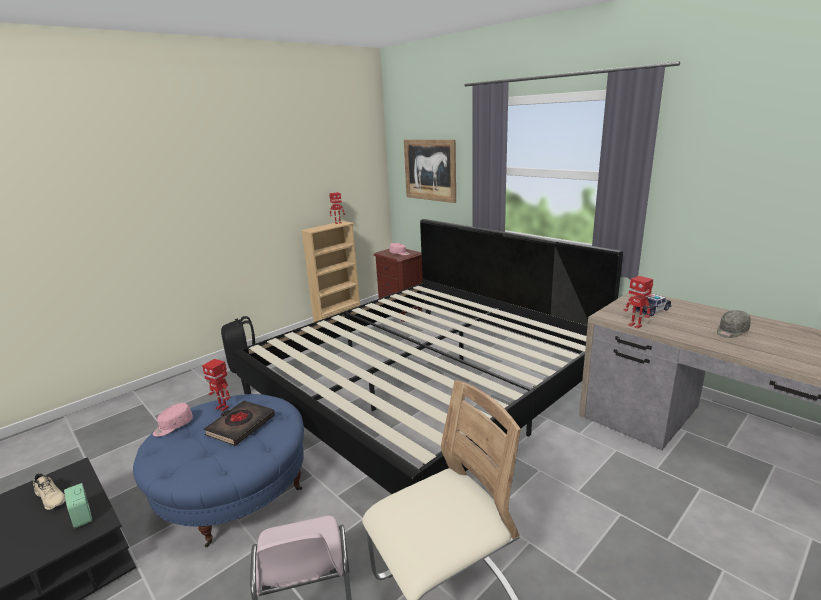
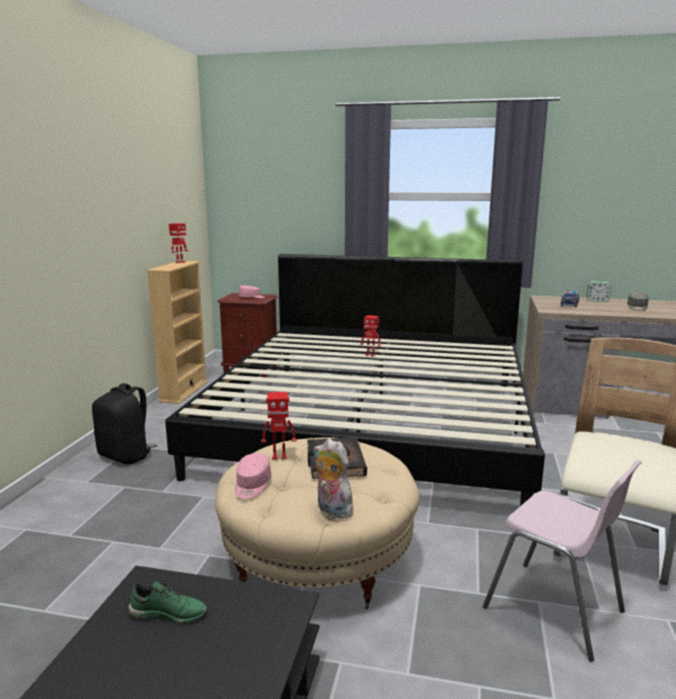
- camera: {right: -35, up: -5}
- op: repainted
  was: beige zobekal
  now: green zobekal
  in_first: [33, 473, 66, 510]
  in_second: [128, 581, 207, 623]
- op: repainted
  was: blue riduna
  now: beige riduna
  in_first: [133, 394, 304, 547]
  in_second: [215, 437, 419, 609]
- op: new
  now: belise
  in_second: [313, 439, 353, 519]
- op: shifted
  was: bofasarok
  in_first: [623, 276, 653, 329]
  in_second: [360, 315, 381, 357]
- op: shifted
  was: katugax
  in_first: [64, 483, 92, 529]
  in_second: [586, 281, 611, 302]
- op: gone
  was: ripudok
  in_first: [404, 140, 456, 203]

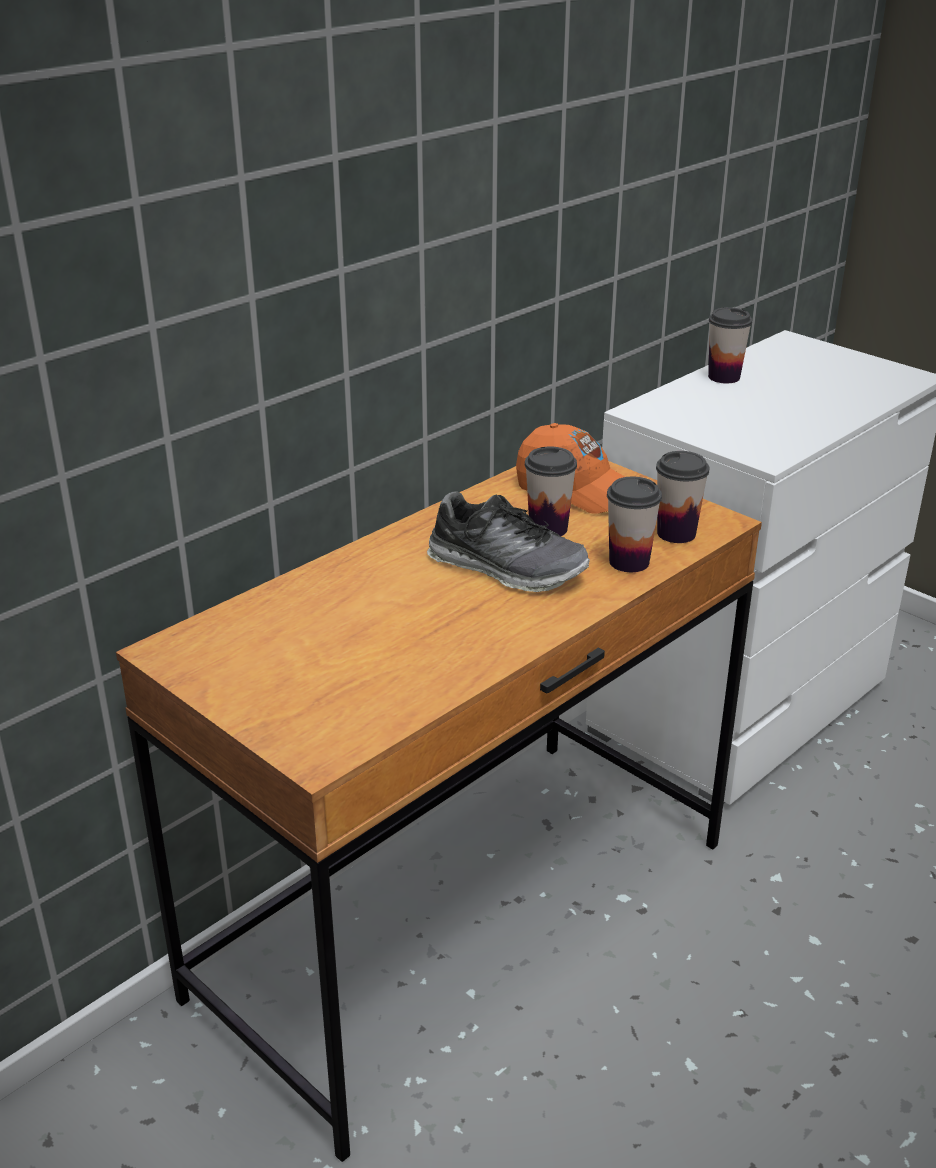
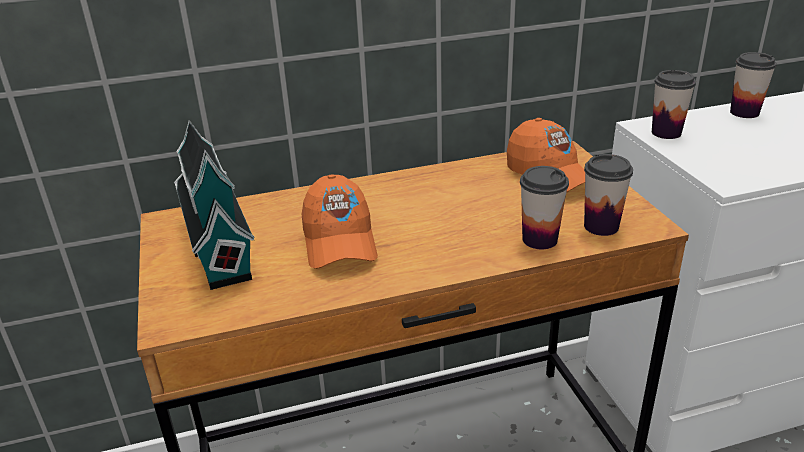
- camera: {right: 30, up: 0}
- op: new
  now: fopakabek
  in_second: [174, 120, 254, 290]
- op: new
  now: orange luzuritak
  in_second: [302, 174, 378, 269]
- op: shifted
  was: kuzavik
  in_first: [525, 446, 577, 536]
  in_second: [652, 70, 696, 139]
- op: gone
  was: zobekal
  in_first: [427, 492, 590, 592]

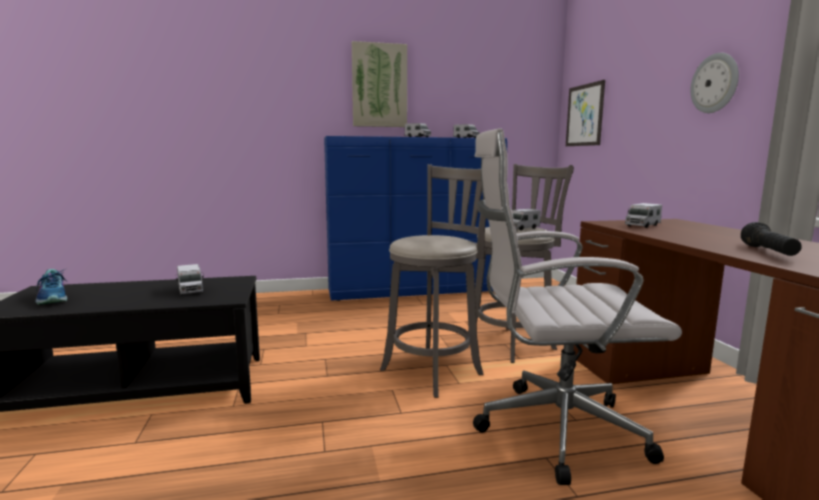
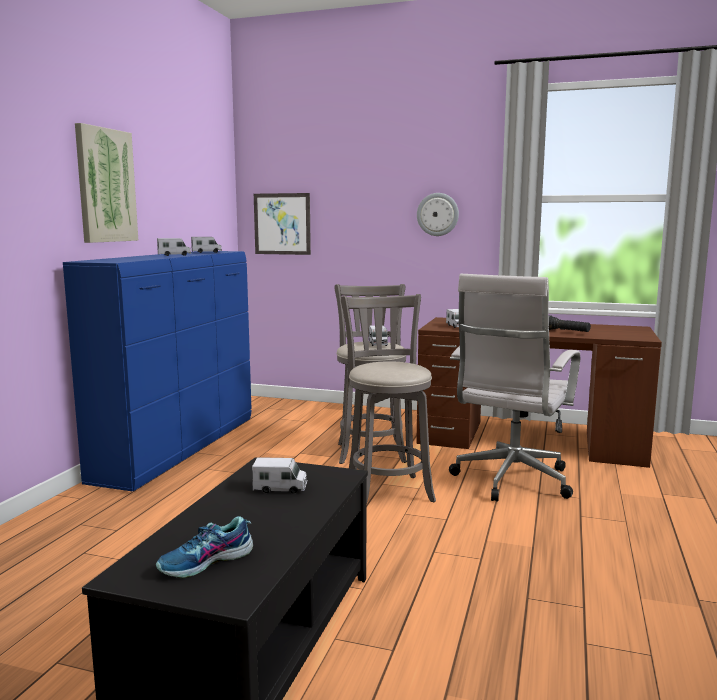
- camera: {right: -60, up: 0}
- op: rotated
  was: zobekal
  in_first: [35, 269, 68, 305]
  in_second: [156, 516, 253, 578]
  clockwise: 150

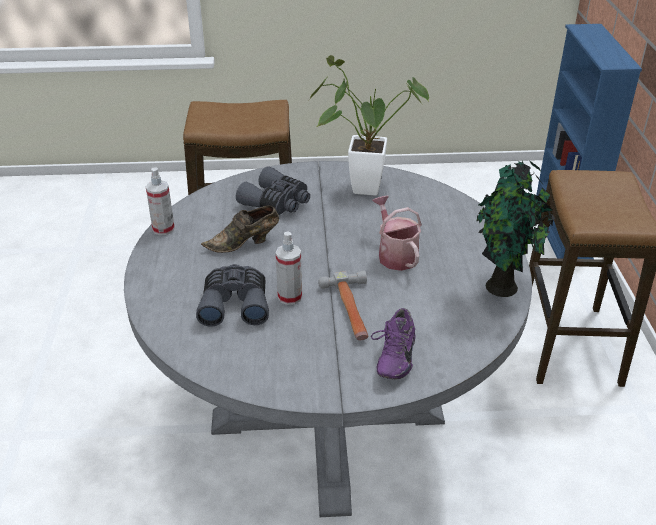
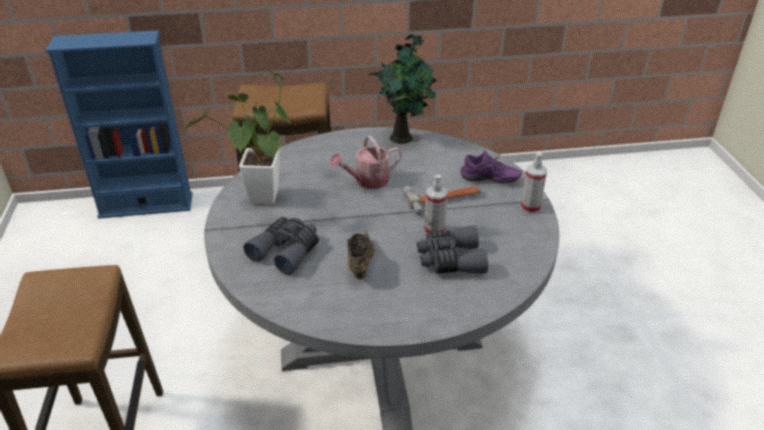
- camera: {right: -95, up: 0}
- op: rotated
  was: brown zobekal
  in_first: [201, 205, 279, 253]
  in_second: [347, 231, 375, 279]
  clockwise: -150
- op: shifted
  was: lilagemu
  in_first: [146, 168, 175, 235]
  in_second: [521, 153, 547, 214]

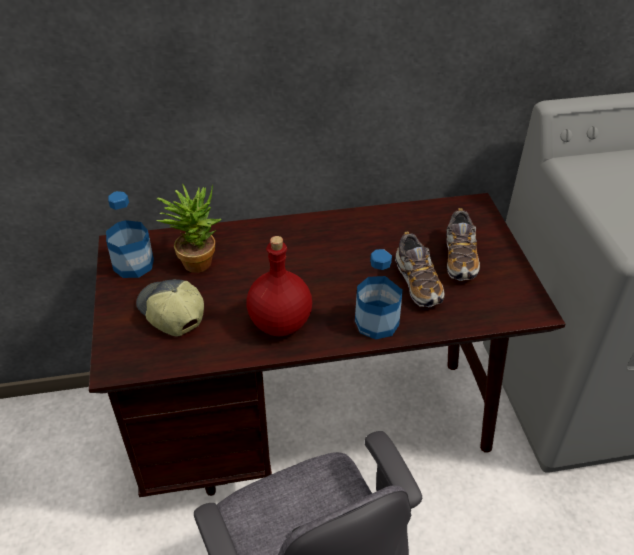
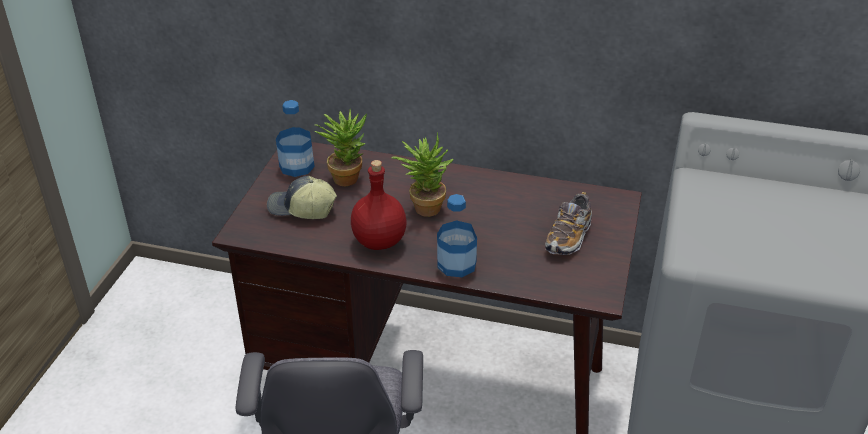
- camera: {right: 25, up: -5}
- op: rotated
  was: luzuritak
  in_first: [136, 279, 204, 337]
  in_second: [267, 176, 337, 219]
  clockwise: -60
- op: new
  now: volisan
  in_second: [391, 132, 454, 217]
- op: gone
  was: zobekal
  in_first: [395, 231, 445, 307]

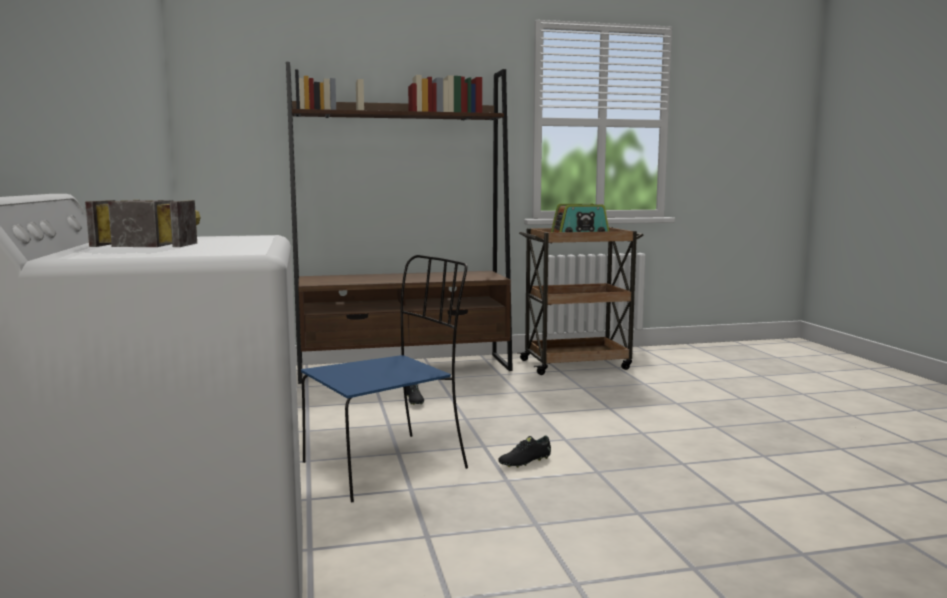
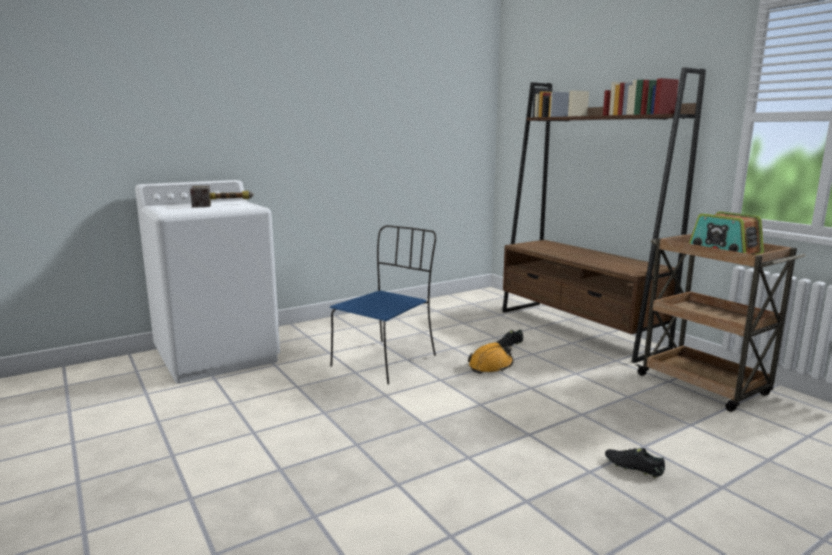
- camera: {right: 70, up: 5}
- op: rotated
  was: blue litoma
  in_first: [301, 255, 468, 502]
  in_second: [330, 225, 436, 384]
  clockwise: -90
- op: new
  now: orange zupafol
  in_second: [468, 342, 514, 374]
- op: shifted
  was: black zobekal
  in_first: [498, 436, 551, 468]
  in_second: [605, 448, 665, 478]

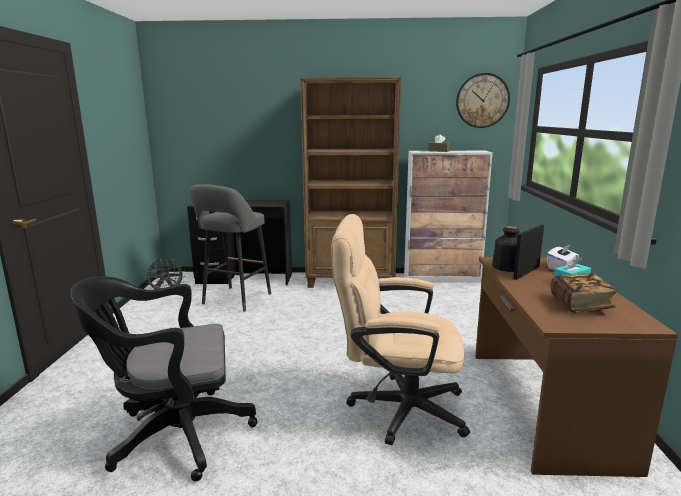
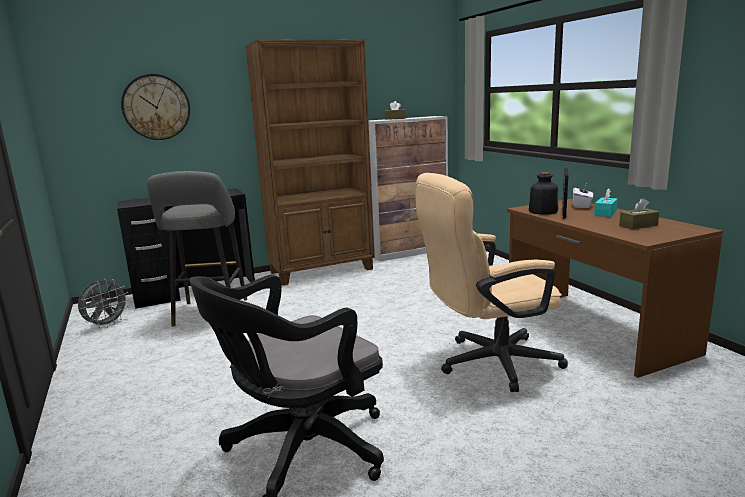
- camera: {right: -25, up: 0}
- op: shifted
  was: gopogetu
  in_first: [456, 73, 510, 128]
  in_second: [121, 74, 190, 140]
- op: swapped
  was: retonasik
  now: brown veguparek
  in_first: [551, 273, 617, 313]
  in_second: [619, 198, 659, 229]

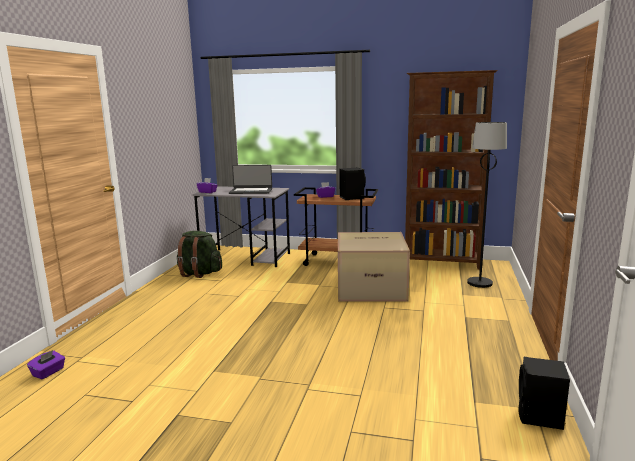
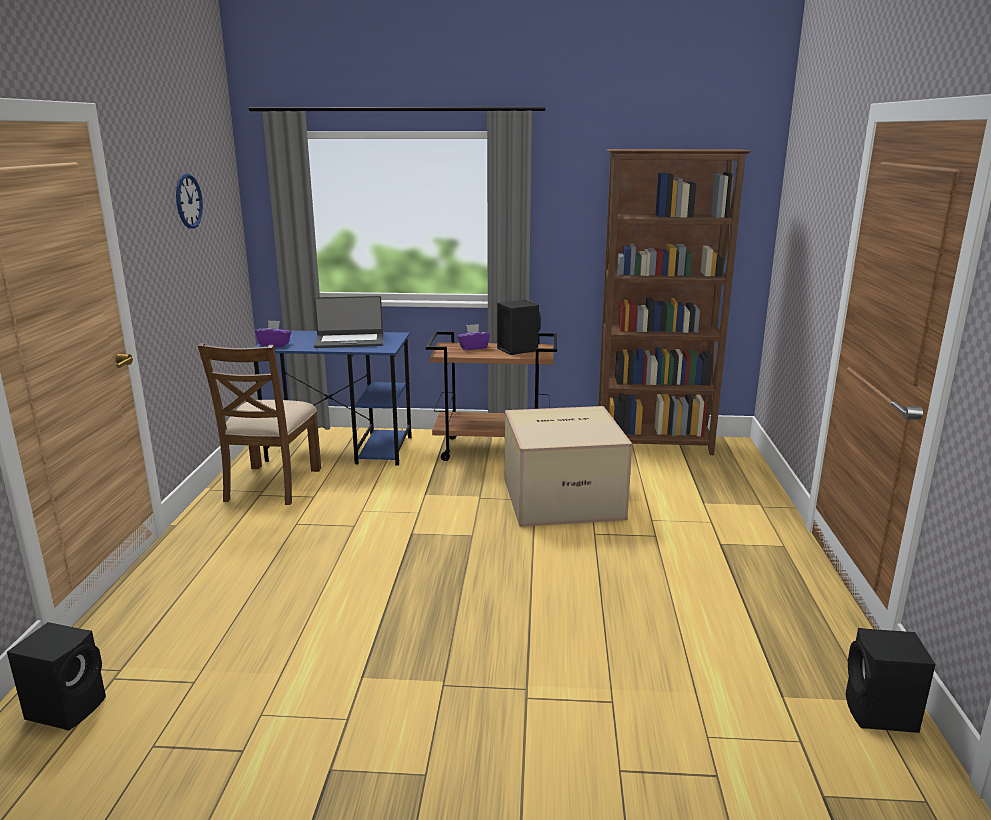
- camera: {right: -10, up: 5}
- op: swapped
  was: purple veguparek
  now: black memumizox
  in_first: [27, 350, 65, 379]
  in_second: [7, 622, 106, 731]
- op: new
  now: gopogetu
  in_second: [176, 173, 203, 229]
- op: swapped
  was: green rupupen
  now: brown litoma
  in_first: [177, 231, 222, 278]
  in_second: [198, 343, 321, 505]
- op: repainted
  was: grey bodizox
  now: blue bodizox
  in_first: [192, 186, 290, 267]
  in_second: [253, 331, 412, 466]
- op: gone
  was: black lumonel
  in_first: [467, 122, 507, 288]

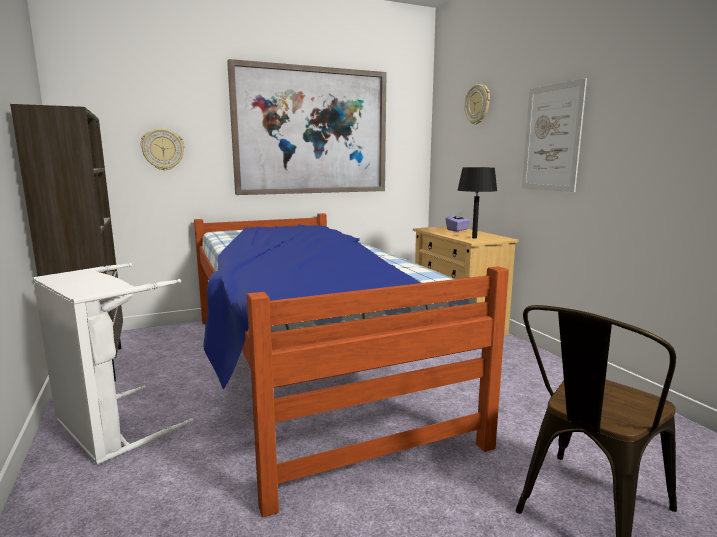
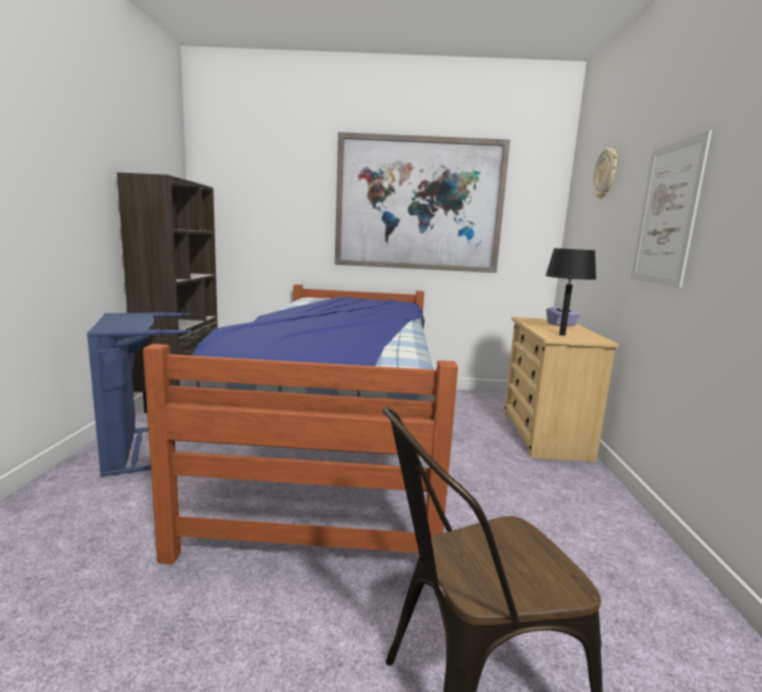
- camera: {right: 25, up: 0}
- op: repainted
  was: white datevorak
  now: blue datevorak
  in_first: [33, 263, 194, 465]
  in_second: [87, 312, 192, 476]
- op: gone
  was: gopogetu
  in_first: [140, 129, 184, 171]

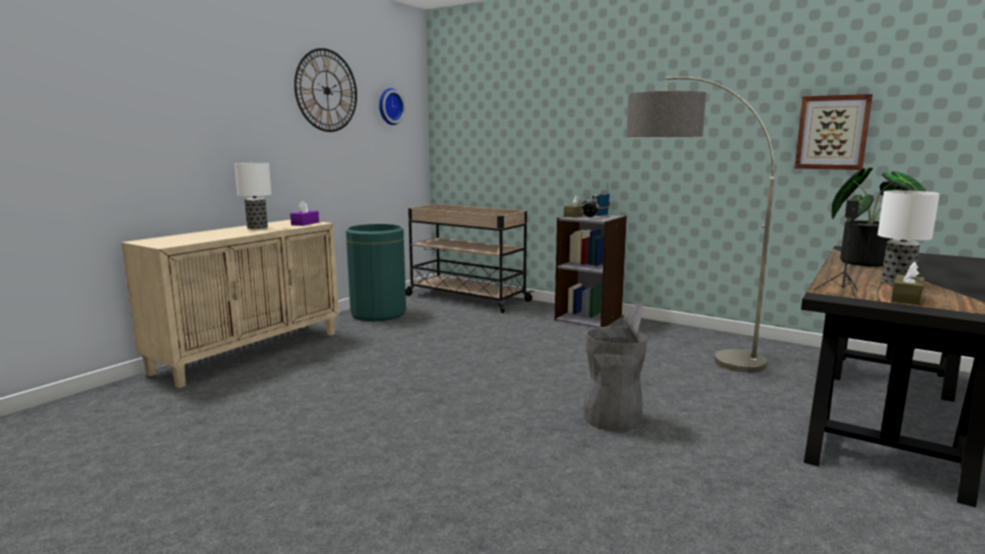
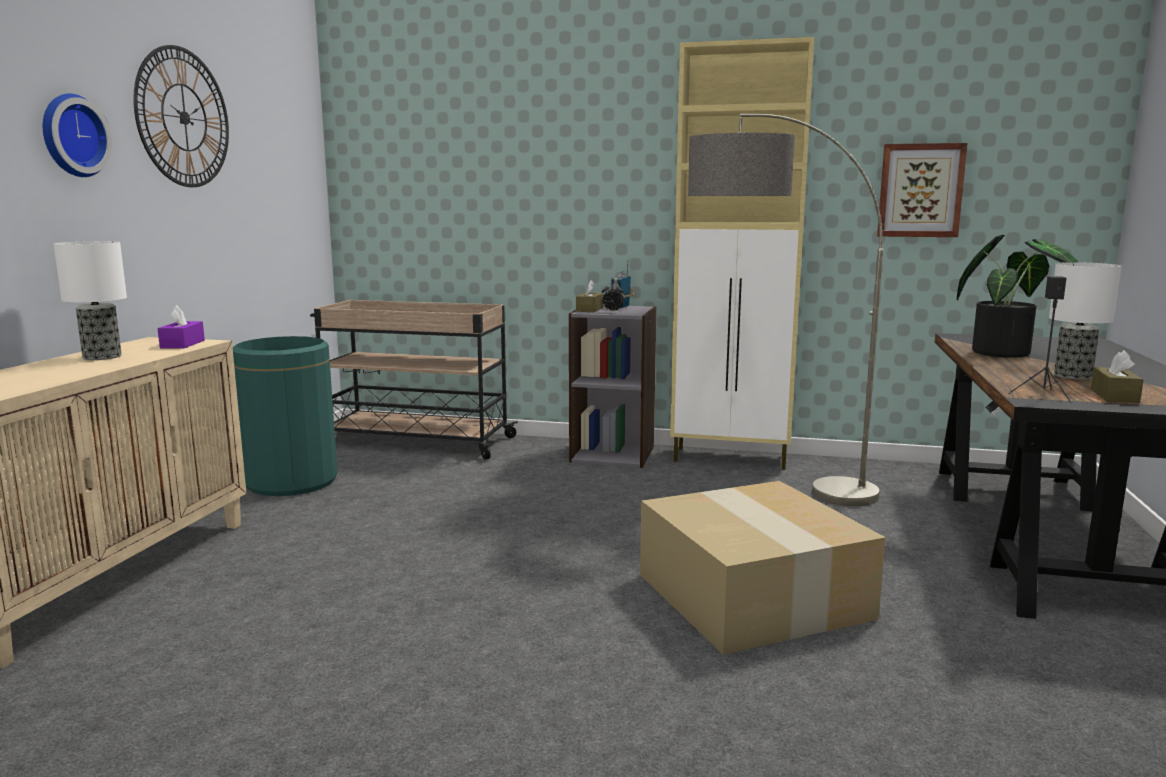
- camera: {right: -20, up: 0}
- op: shifted
  was: gopogetu
  in_first: [379, 88, 405, 125]
  in_second: [43, 94, 112, 177]
- op: swapped
  was: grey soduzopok
  now: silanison
  in_first: [583, 303, 647, 432]
  in_second: [640, 481, 886, 655]
- op: new
  now: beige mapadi
  in_second: [670, 37, 814, 469]

